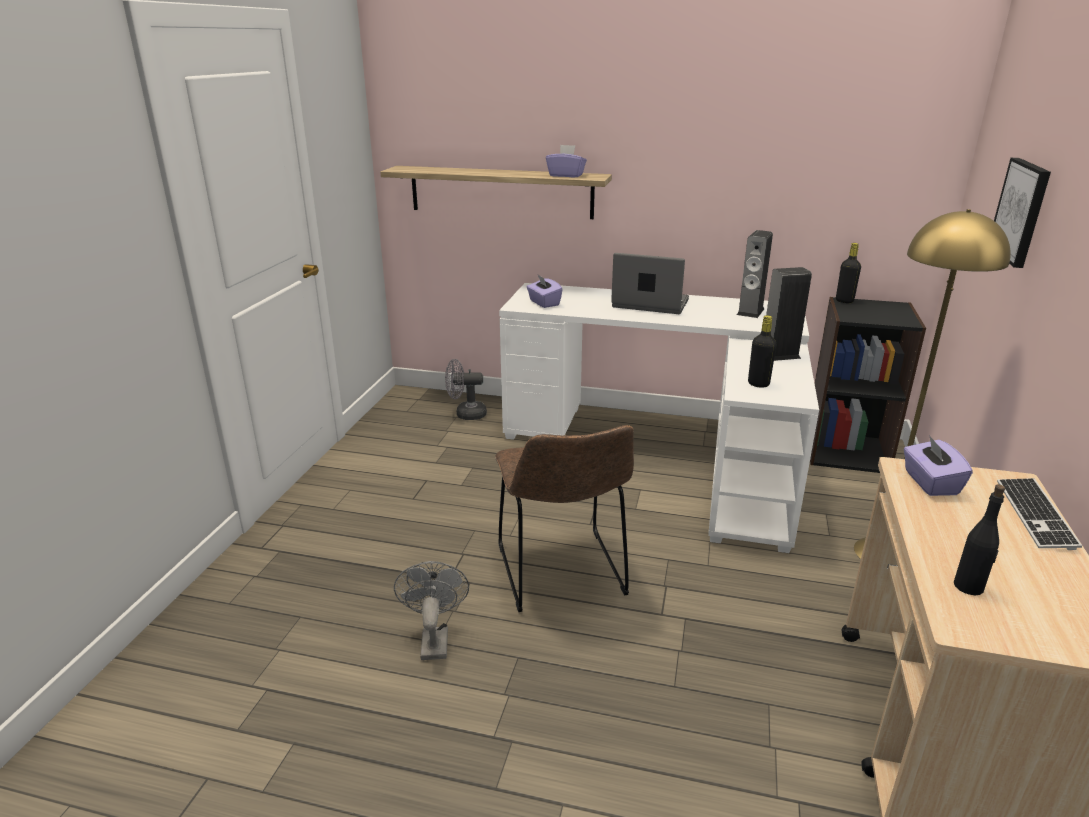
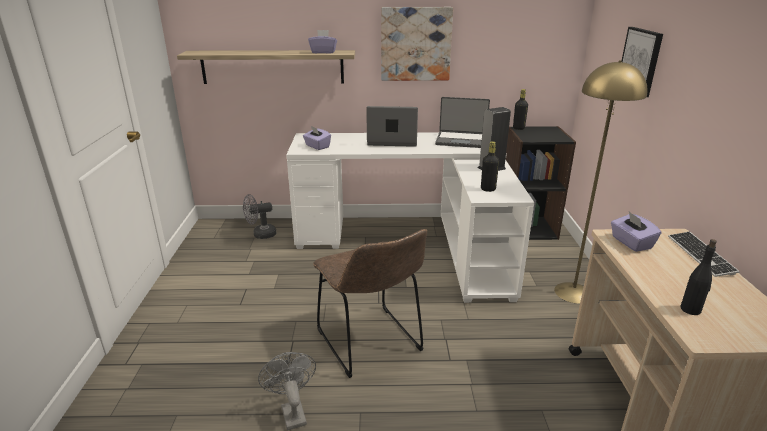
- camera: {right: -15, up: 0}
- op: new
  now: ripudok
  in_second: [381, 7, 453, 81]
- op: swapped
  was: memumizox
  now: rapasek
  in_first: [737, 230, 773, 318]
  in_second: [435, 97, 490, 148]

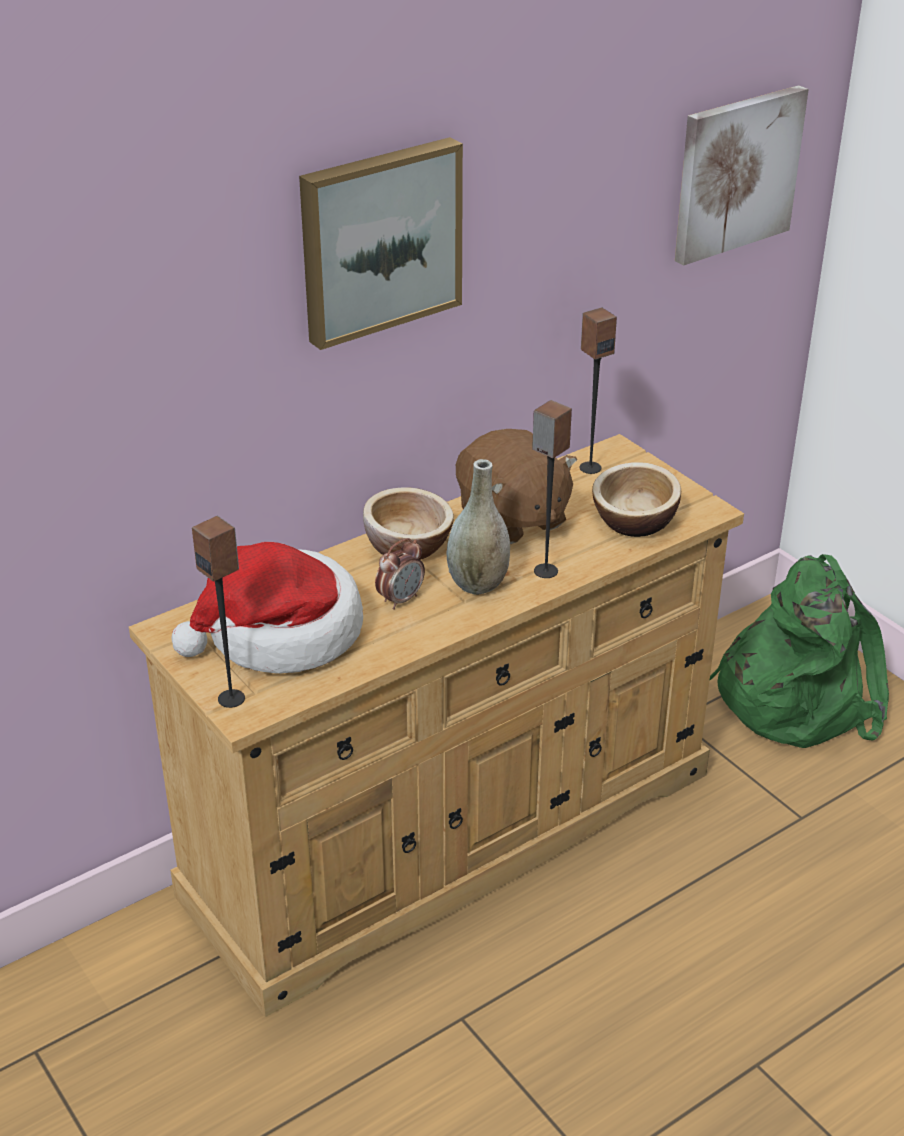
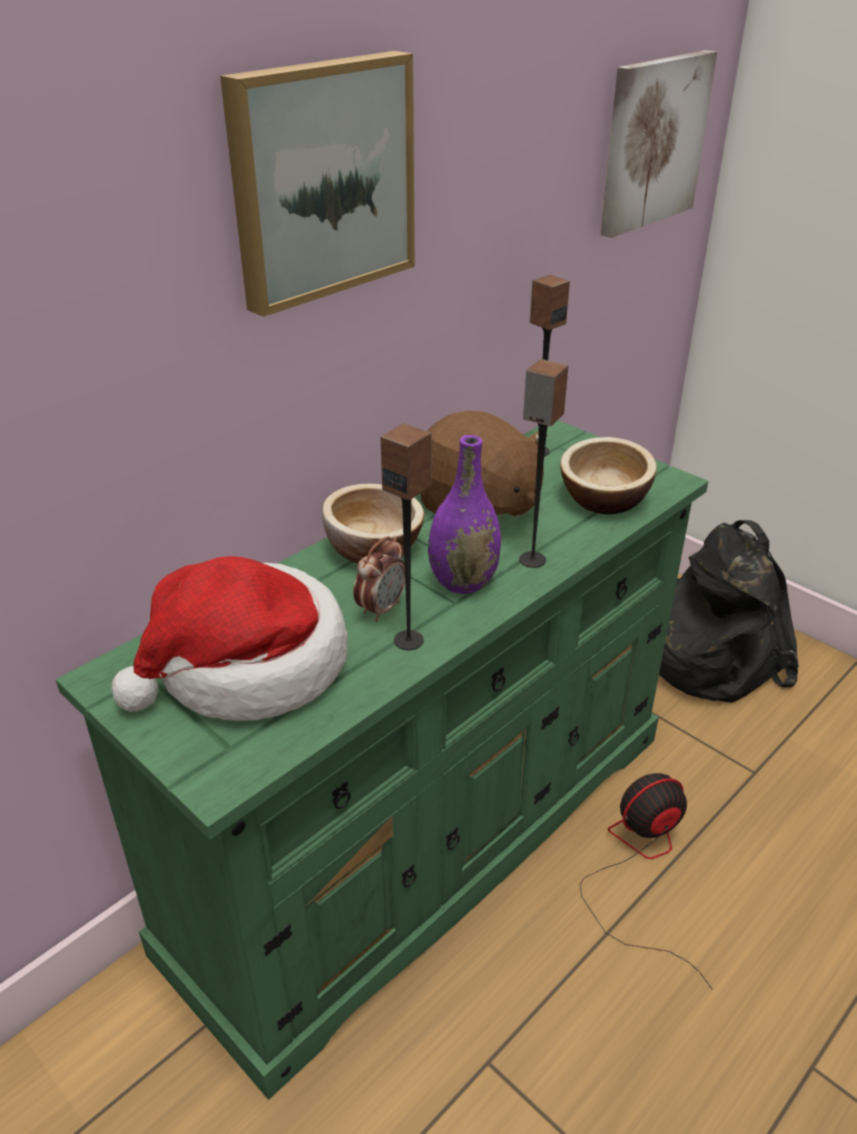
- camera: {right: -10, up: 0}
- op: repainted
  was: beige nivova
  now: green nivova
  in_first: [129, 434, 744, 1017]
  in_second: [56, 420, 708, 1100]
- op: shifted
  was: memumizox
  in_first: [192, 516, 245, 708]
  in_second: [381, 423, 432, 650]
- op: repainted
  was: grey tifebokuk
  now: purple tifebokuk
  in_first: [447, 459, 510, 595]
  in_second: [428, 435, 501, 594]
- op: new
  now: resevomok
  in_second: [580, 773, 712, 989]
- op: repainted
  was: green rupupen
  now: black rupupen
  in_first: [710, 554, 889, 748]
  in_second: [659, 520, 799, 703]

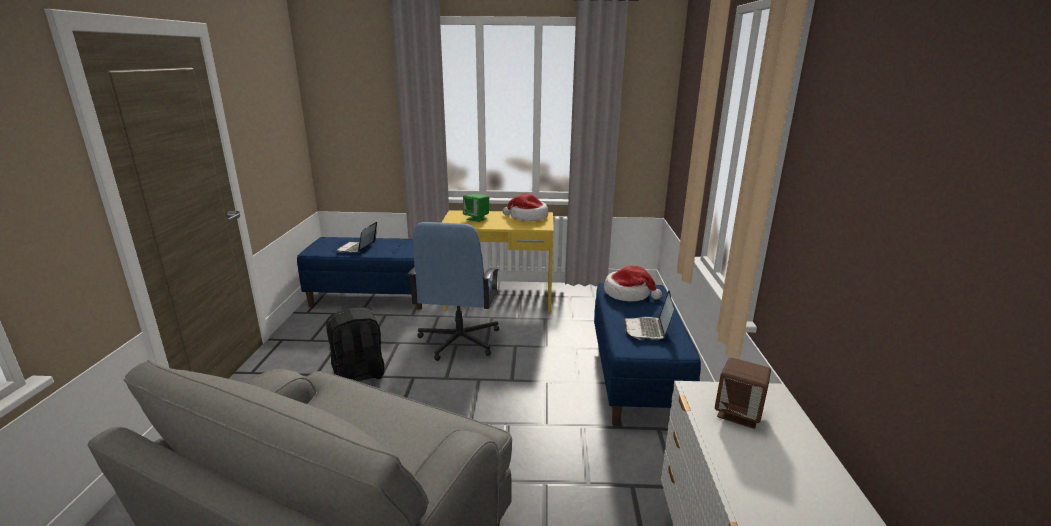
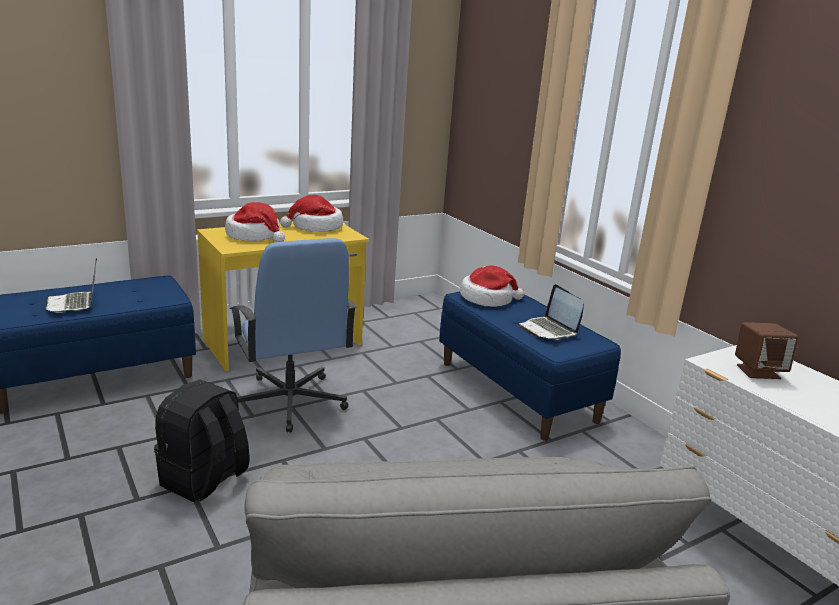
- camera: {right: -35, up: 0}
- op: swapped
  was: green memumizox
  now: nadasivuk
  in_first: [463, 194, 489, 222]
  in_second: [225, 202, 285, 242]

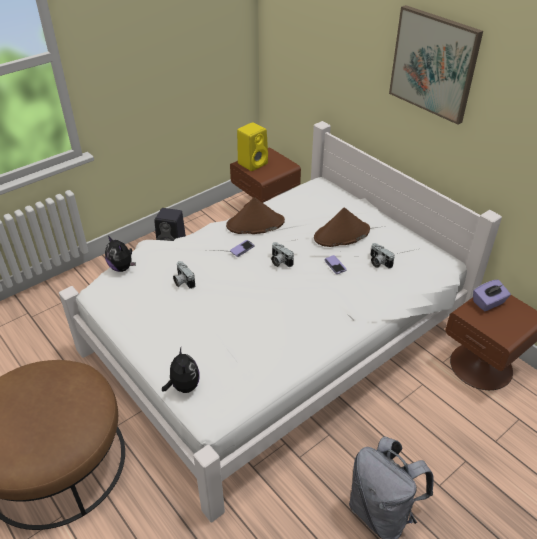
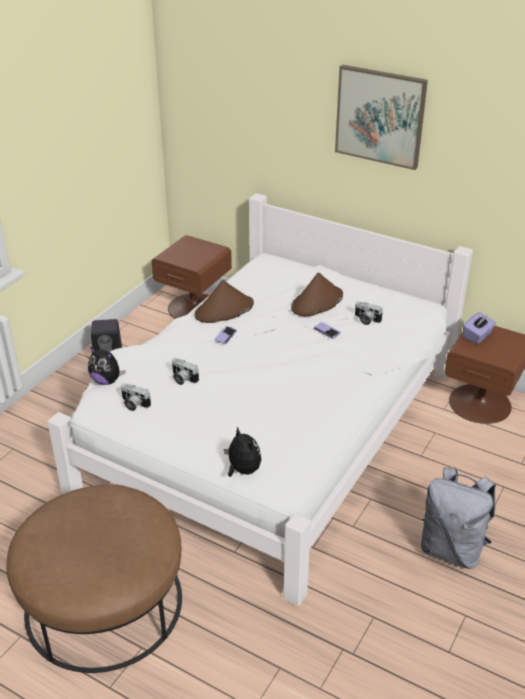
- camera: {right: -20, up: -5}
- op: shifted
  was: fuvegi
  in_first: [271, 242, 294, 267]
  in_second: [121, 383, 151, 411]
- op: gone
  was: yellow memumizox
  in_first: [237, 122, 268, 171]

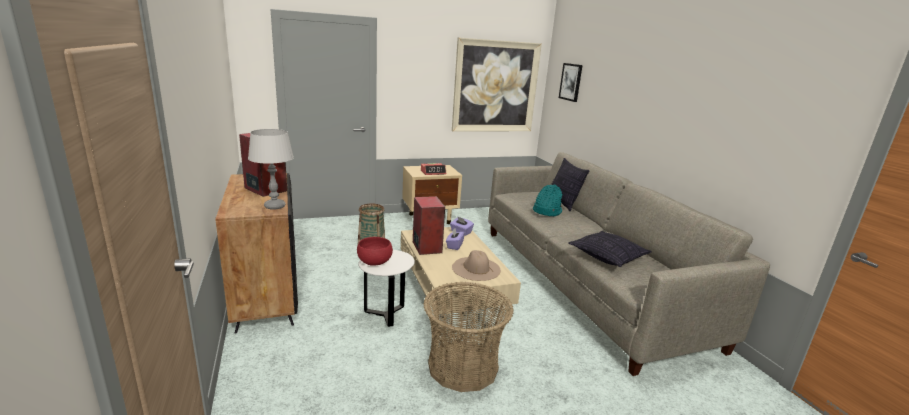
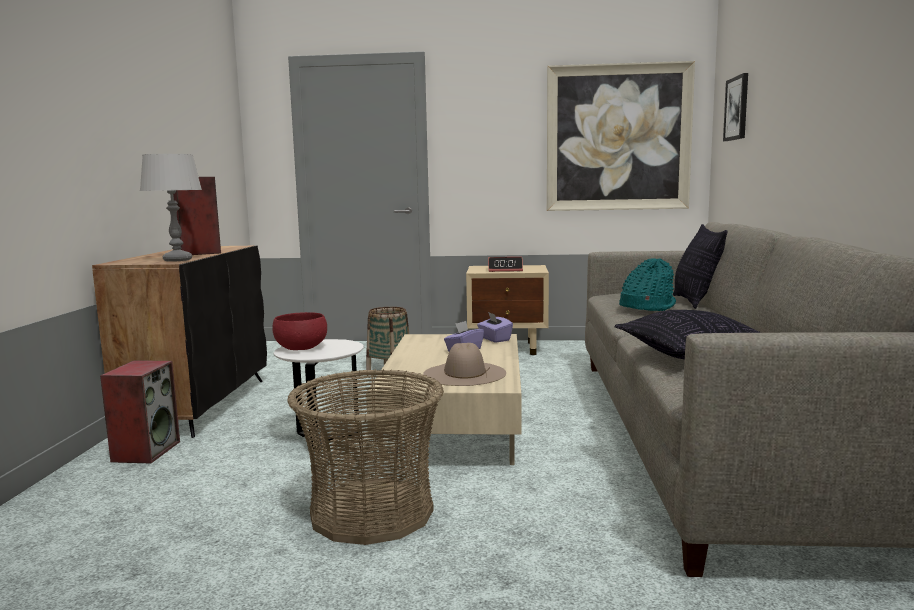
- camera: {right: 25, up: -10}
- op: shifted
  was: memumizox
  in_first: [413, 196, 445, 255]
  in_second: [100, 360, 180, 463]

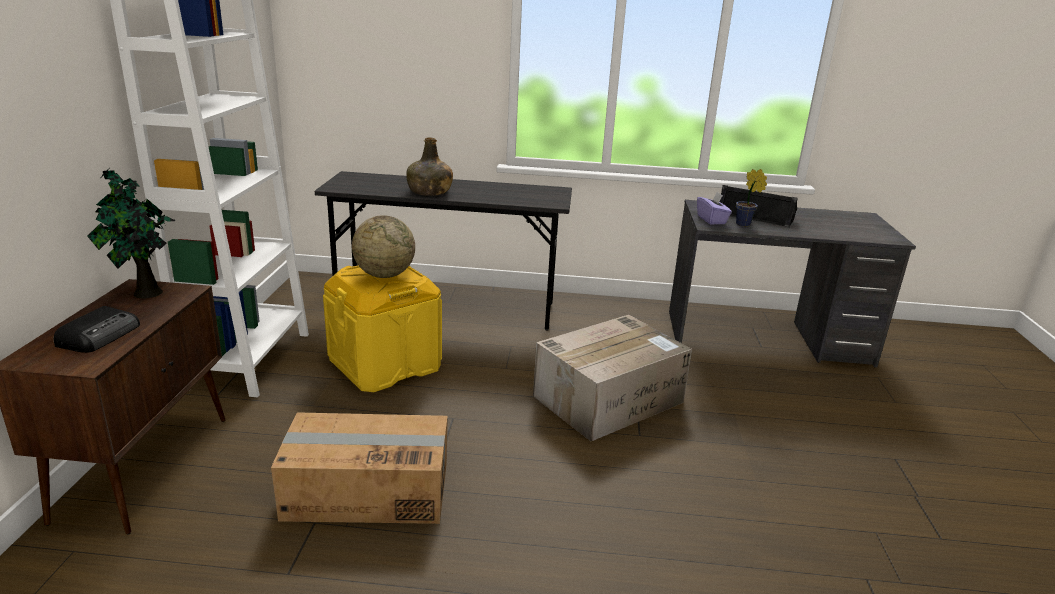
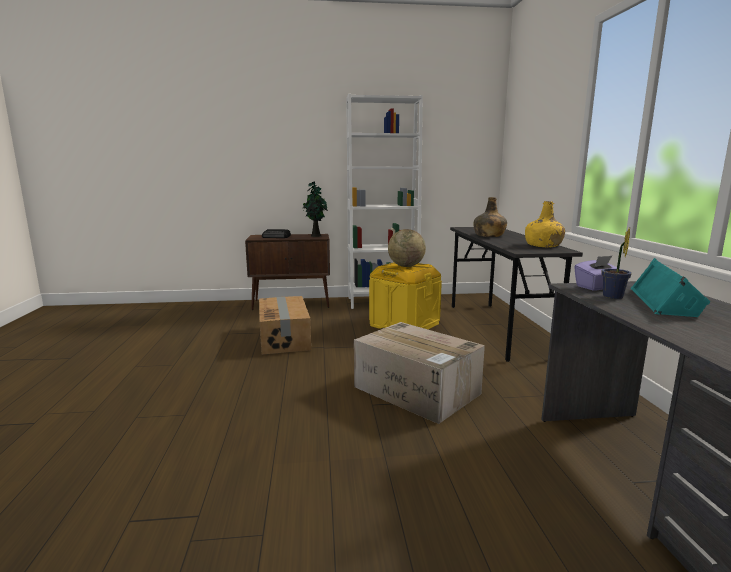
- camera: {right: 80, up: -10}
- op: new
  now: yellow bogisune
  in_second: [525, 201, 565, 247]
- op: repainted
  was: black memumizox
  now: turquoise memumizox
  in_first: [720, 185, 798, 227]
  in_second: [630, 258, 710, 317]

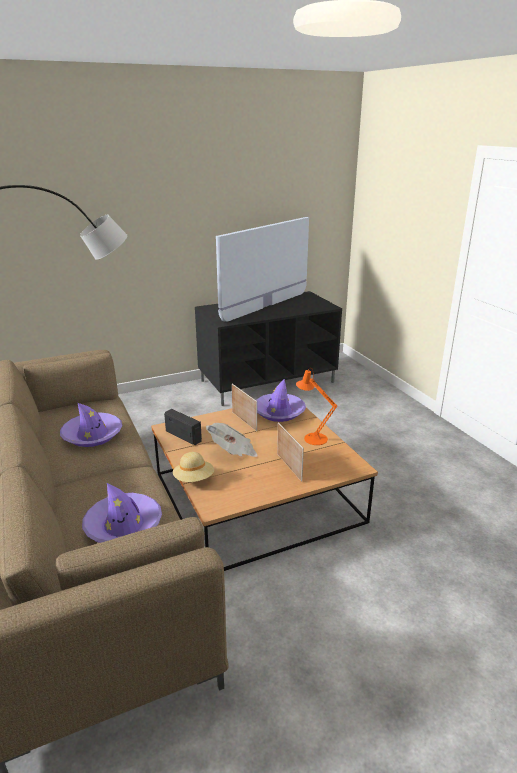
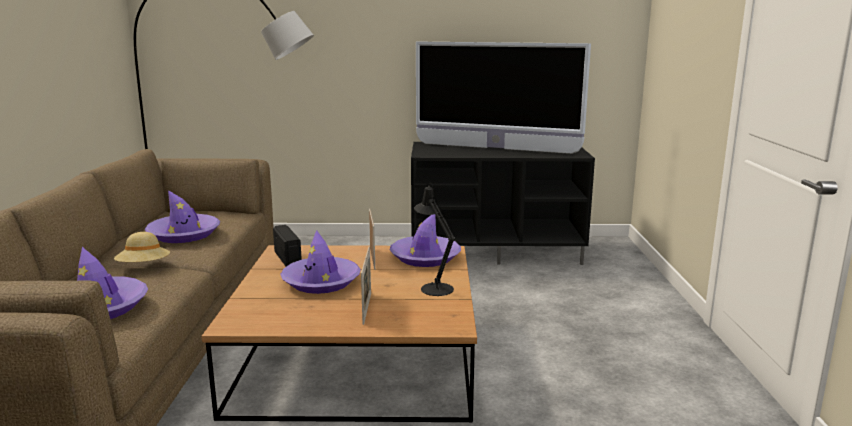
- camera: {right: 25, up: -10}
- op: shifted
  was: beige nadasivuk
  in_first: [173, 452, 214, 482]
  in_second: [114, 232, 170, 262]
- op: swapped
  was: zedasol
  now: purple nadasivuk
  in_first: [206, 423, 258, 457]
  in_second: [280, 230, 361, 294]
- op: repainted
  was: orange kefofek
  now: black kefofek
  in_first: [296, 368, 337, 445]
  in_second: [414, 183, 455, 296]
- op: rotated
  was: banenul
  in_first: [216, 217, 309, 322]
  in_second: [416, 42, 591, 154]
  clockwise: -135

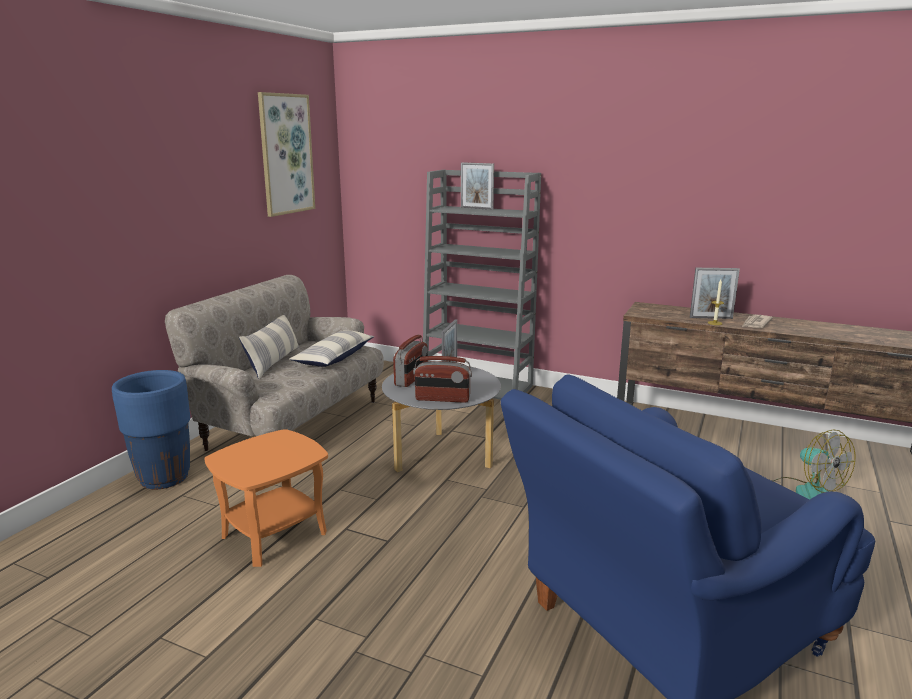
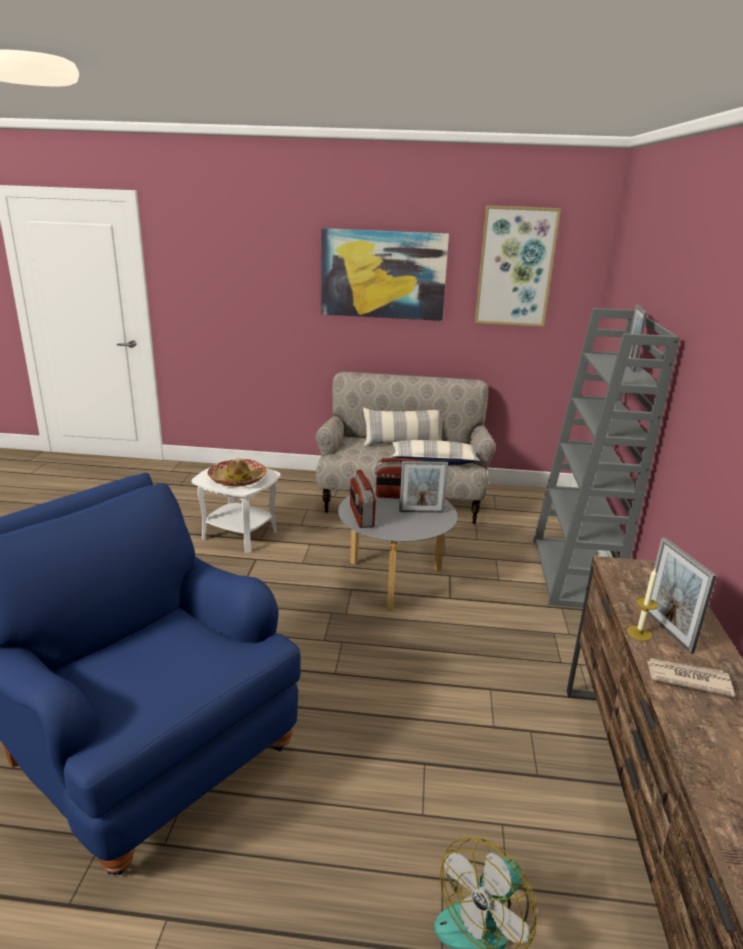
- camera: {right: 70, up: 5}
- op: repainted
  was: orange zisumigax
  now: white zisumigax
  in_first: [204, 429, 328, 567]
  in_second: [191, 467, 281, 553]
- op: new
  now: nadasivuk
  in_second: [208, 458, 267, 487]
- op: new
  now: ripudok
  in_second: [321, 228, 449, 321]
- op: gone
  was: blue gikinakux
  in_first: [112, 370, 190, 489]

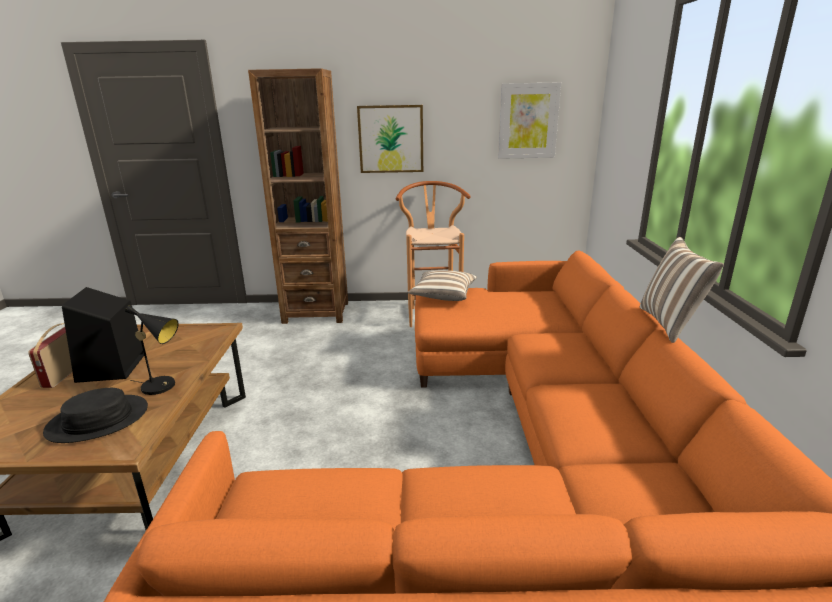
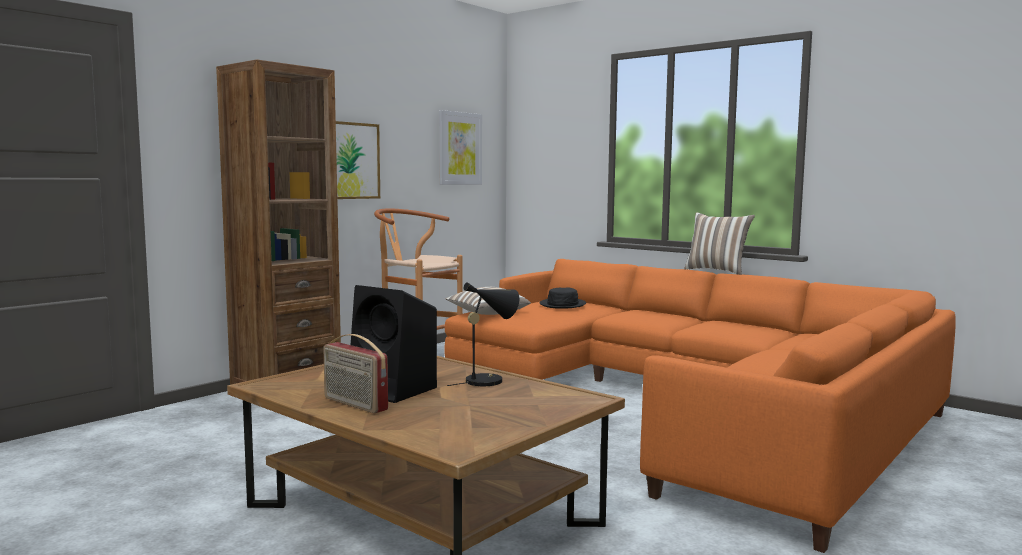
- camera: {right: -50, up: -15}
- op: shifted
  was: black nadasivuk
  in_first: [43, 388, 148, 443]
  in_second: [540, 288, 586, 309]

